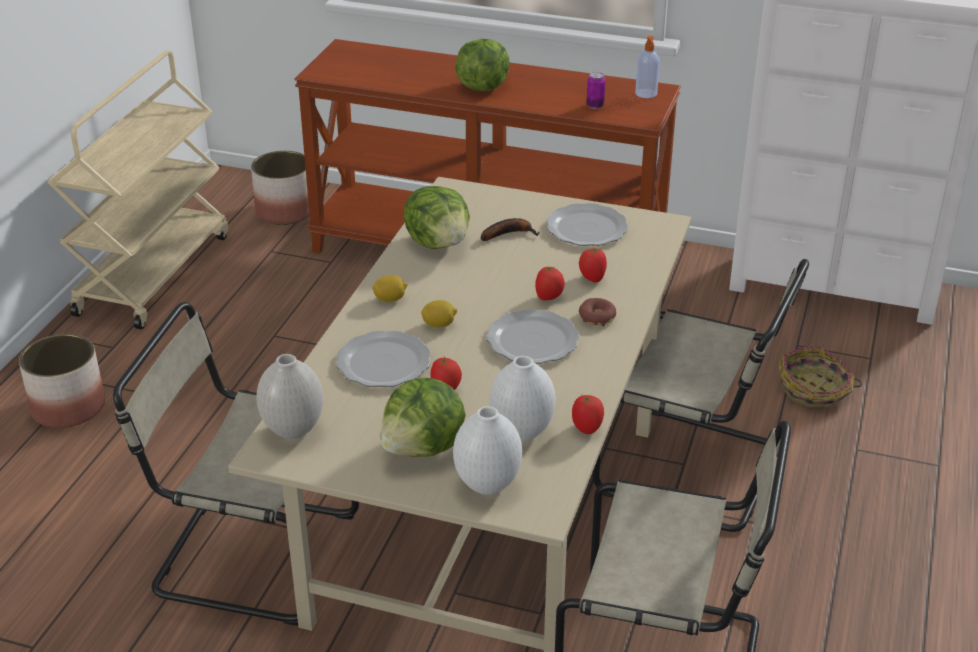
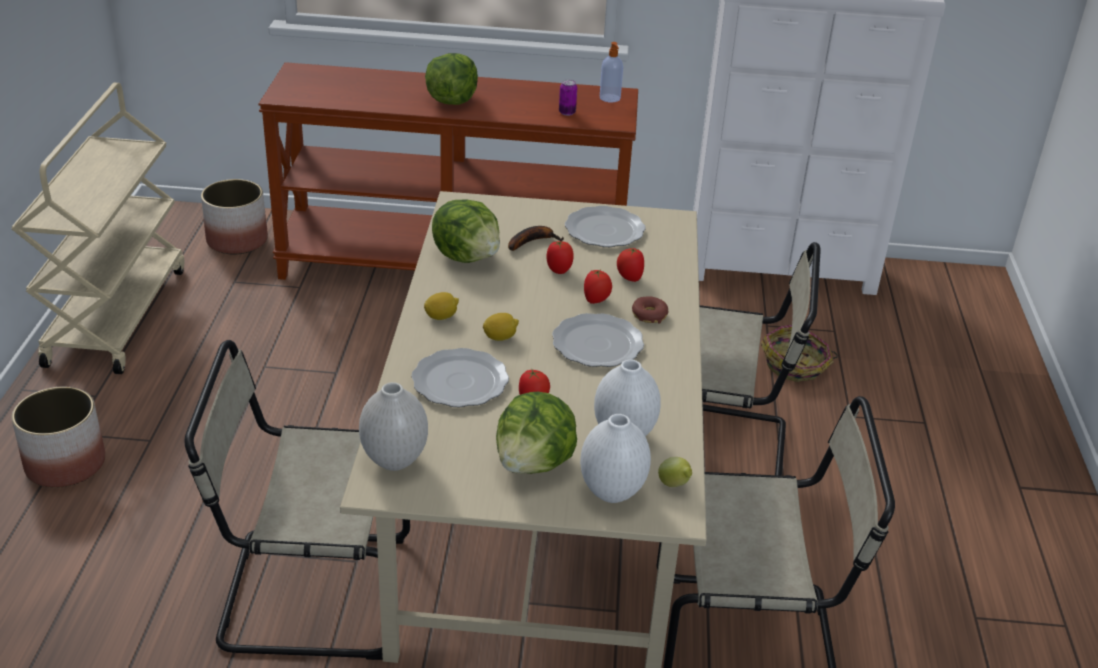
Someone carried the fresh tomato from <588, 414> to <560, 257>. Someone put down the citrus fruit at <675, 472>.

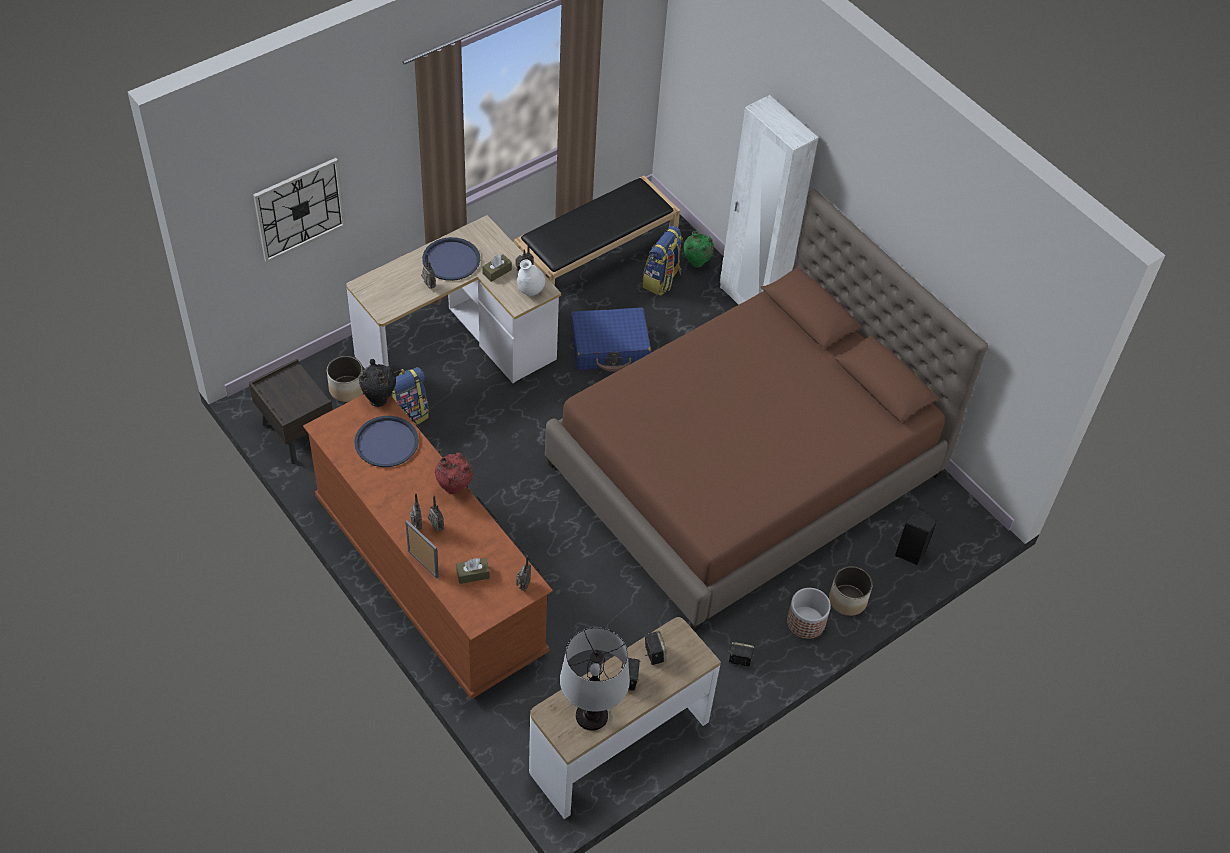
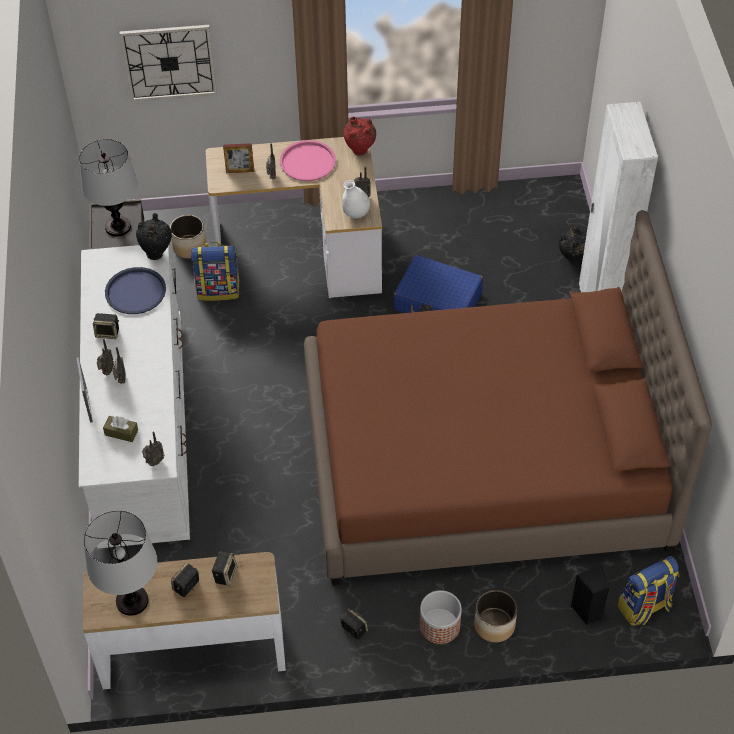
Someone repainted the drawer chest (brown) at <428, 546>, which became the drawer chest (white-coloured) at <134, 397>. Someone repainted the carrying tray (bluish) at <451, 259>, which became the carrying tray (pink) at <308, 160>. Someone carried the vase (red-coloured) from <454, 473> to <359, 136>. Someone took away the tissue box (brown) at <497, 268>. Someone took away the indoor bench (black-coloured) at <597, 231>. Someone carried the rucksack from <662, 261> to <648, 591>. Someone repainted the vase (green) at <698, 249>, which became the vase (black-coloured) at <573, 244>. Someone put down the tabletop lamp at <108, 187>. Someone put down the audio speaker at <106, 326>. Someone put down the photo frame at <238, 158>.

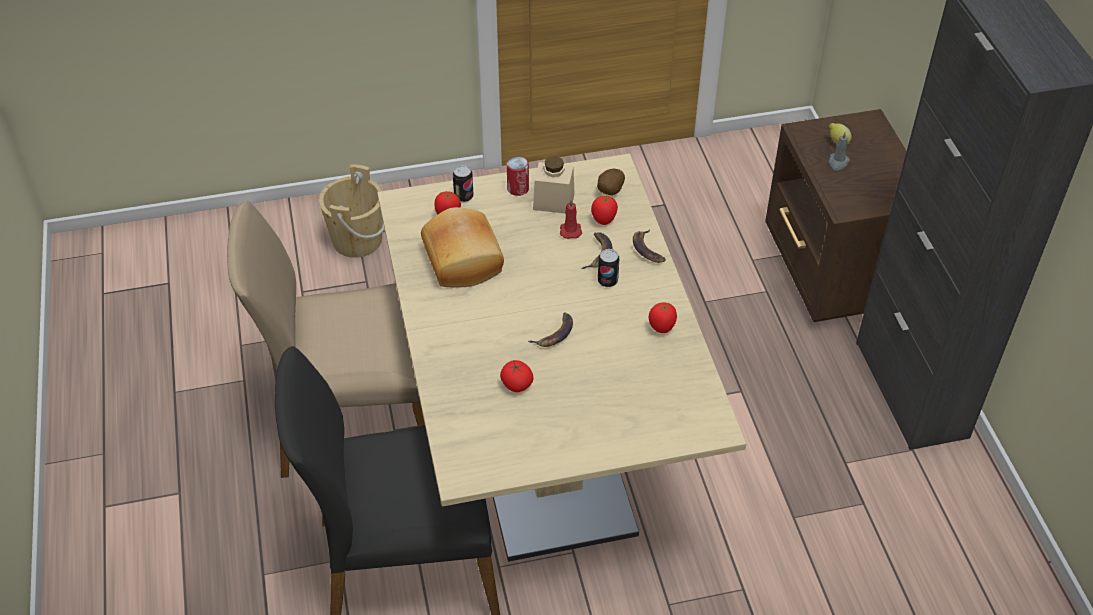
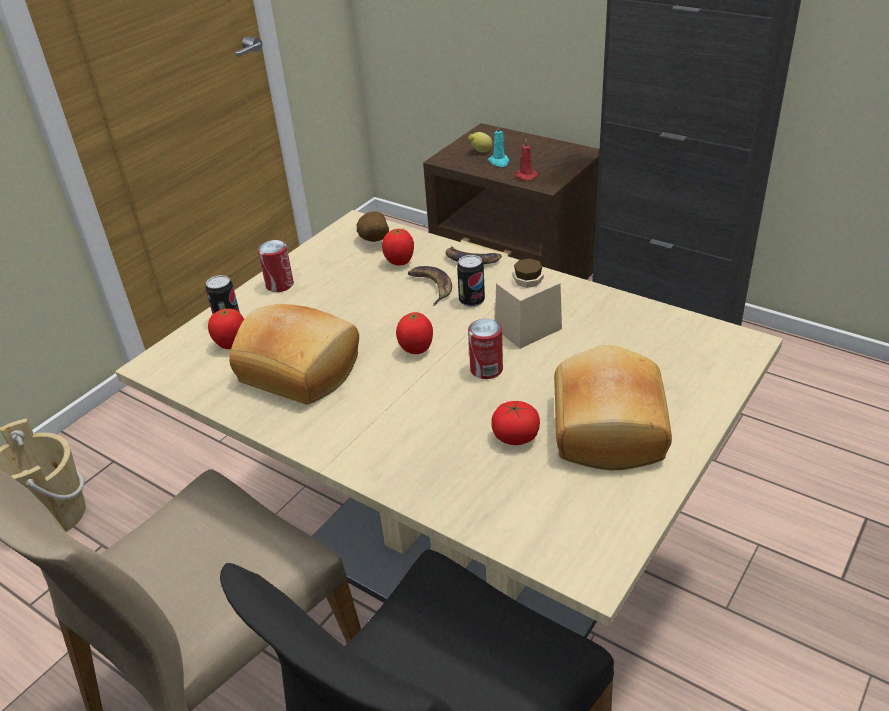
Someone swapped the whole banana at <550, 329> for the metal can at <485, 349>. Someone carried the preserve jar (beige) from <554, 185> to <528, 303>. Someone carried the candle (red-coloured) from <571, 219> to <526, 160>. Someone carried the fresh tomato from <663, 318> to <414, 332>. Someone repainted the candle (grey) at <839, 151>, which became the candle (turquoise-coloured) at <498, 145>. Someone put down the bakery bread at <613, 407>.

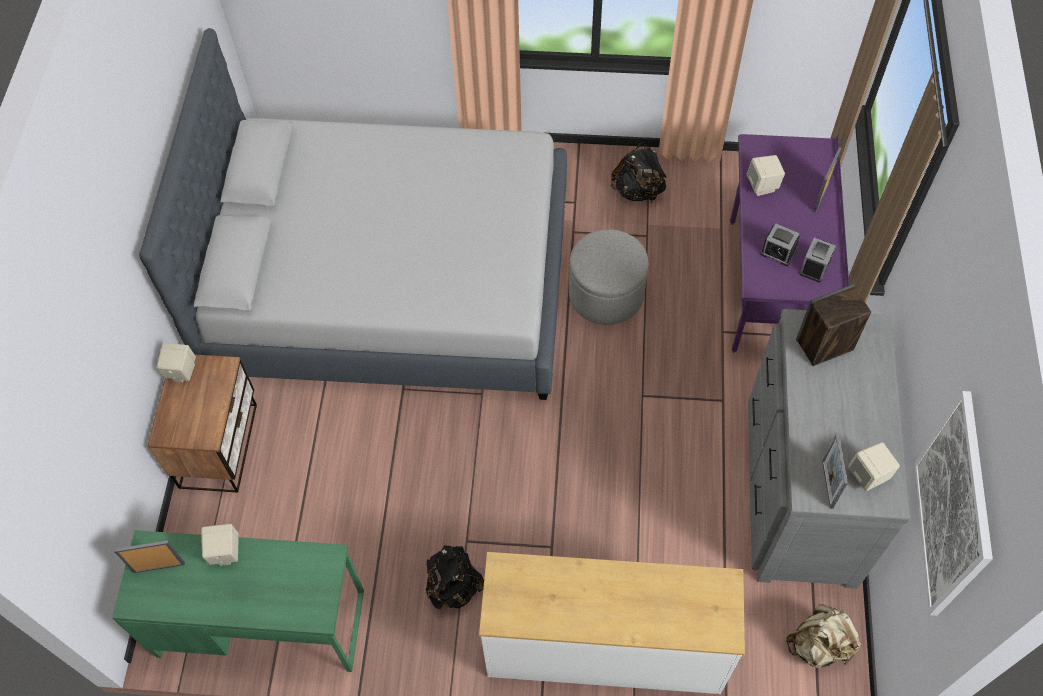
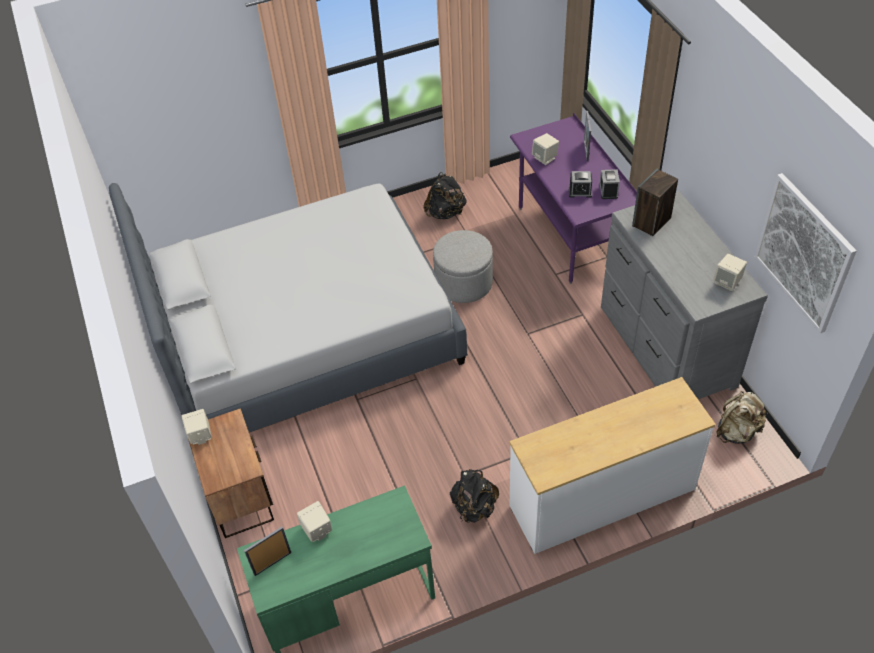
Someone took away the photo frame at <835, 471>.

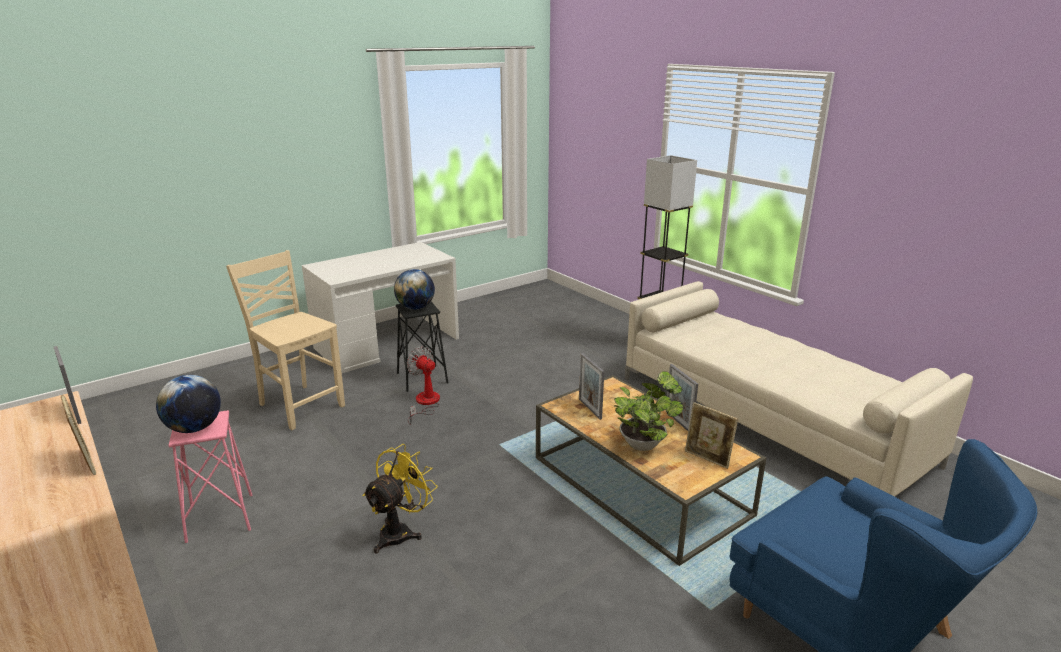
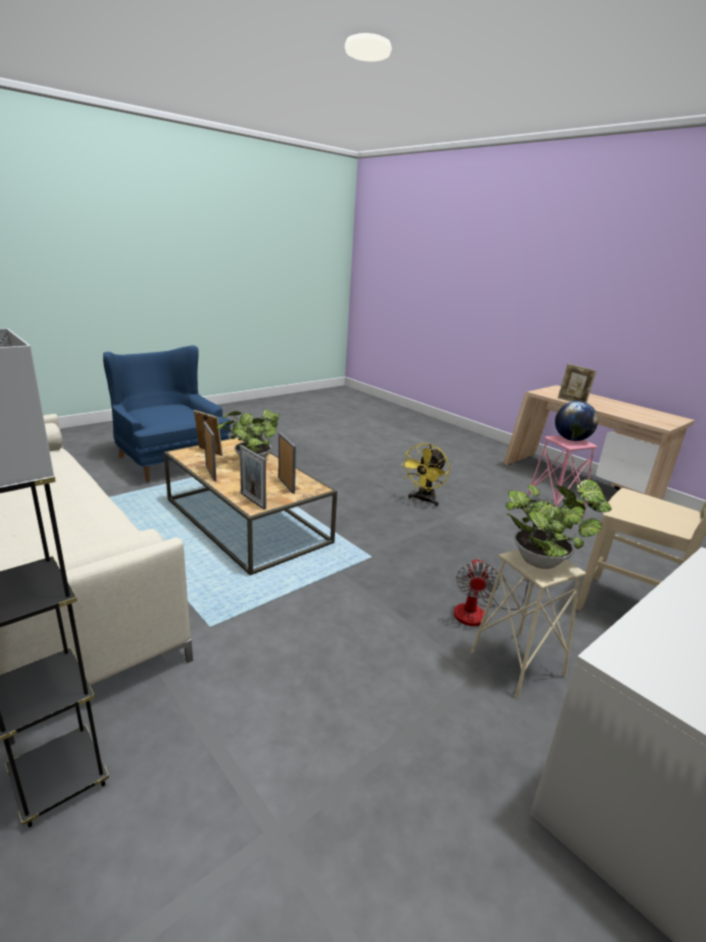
Someone carried the photo frame from <67, 385> to <253, 477>. Someone swapped the globe at <414, 289> for the houseplant at <558, 524>. Someone repainted the stool seat (black-coloured) at <422, 347>, which became the stool seat (beige) at <528, 623>. Someone rotated the cooling fan at <423, 386> by 60 degrees clockwise.

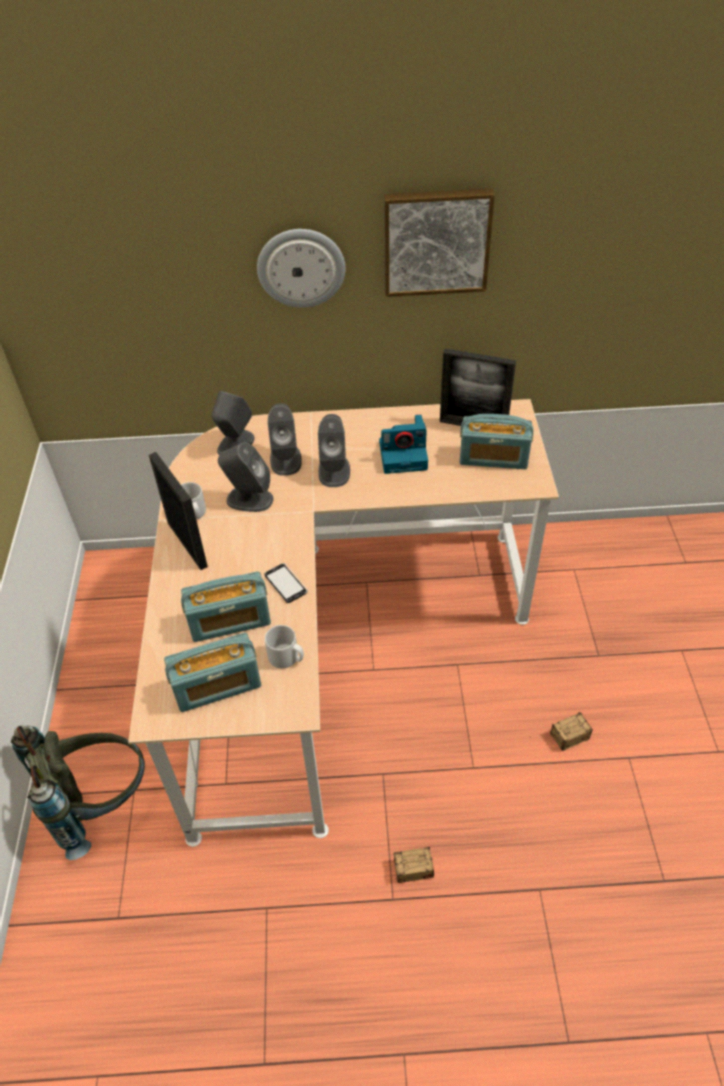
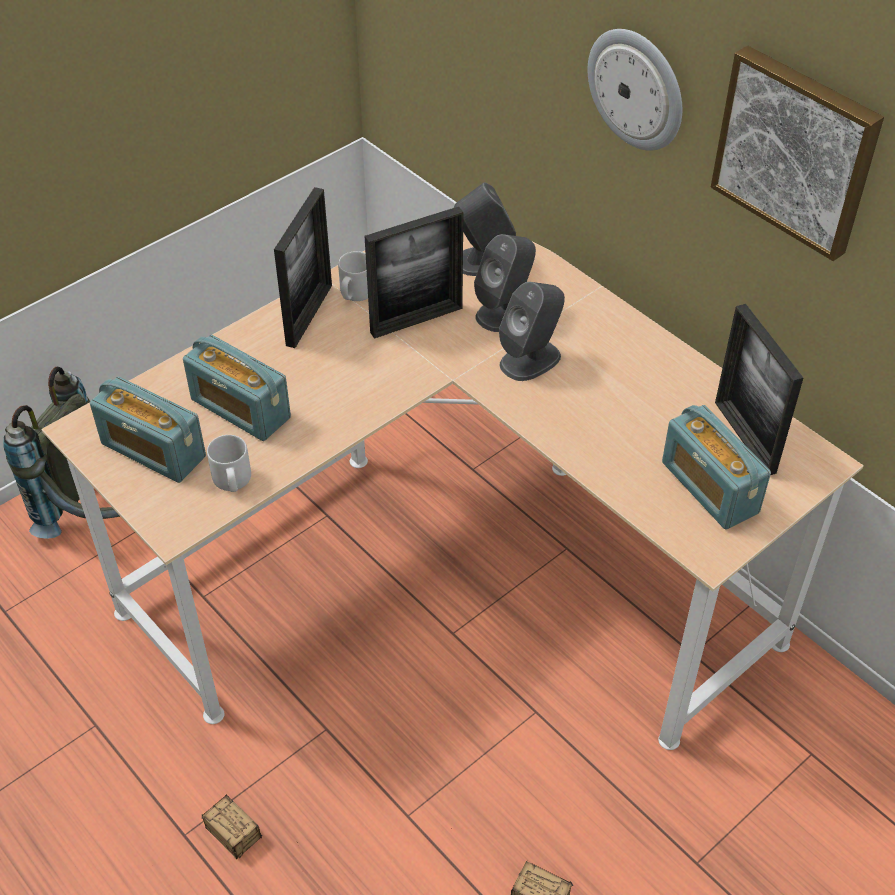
Someone swapped the audio speaker (grey) at <245, 477> for the photo frame at <413, 272>. Someone took away the handset at <286, 583>. Someone took away the photo camera at <403, 444>.

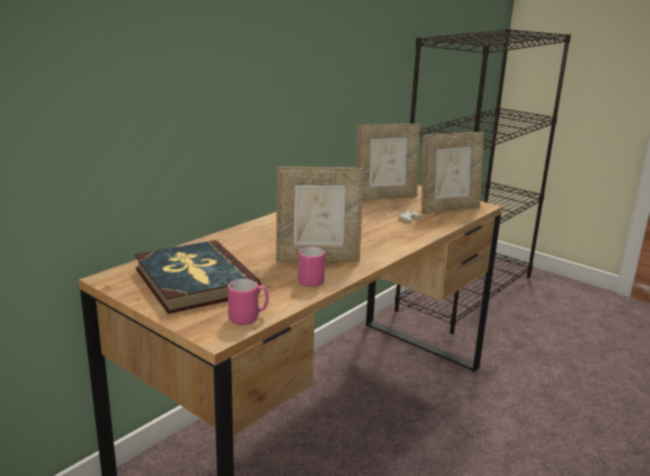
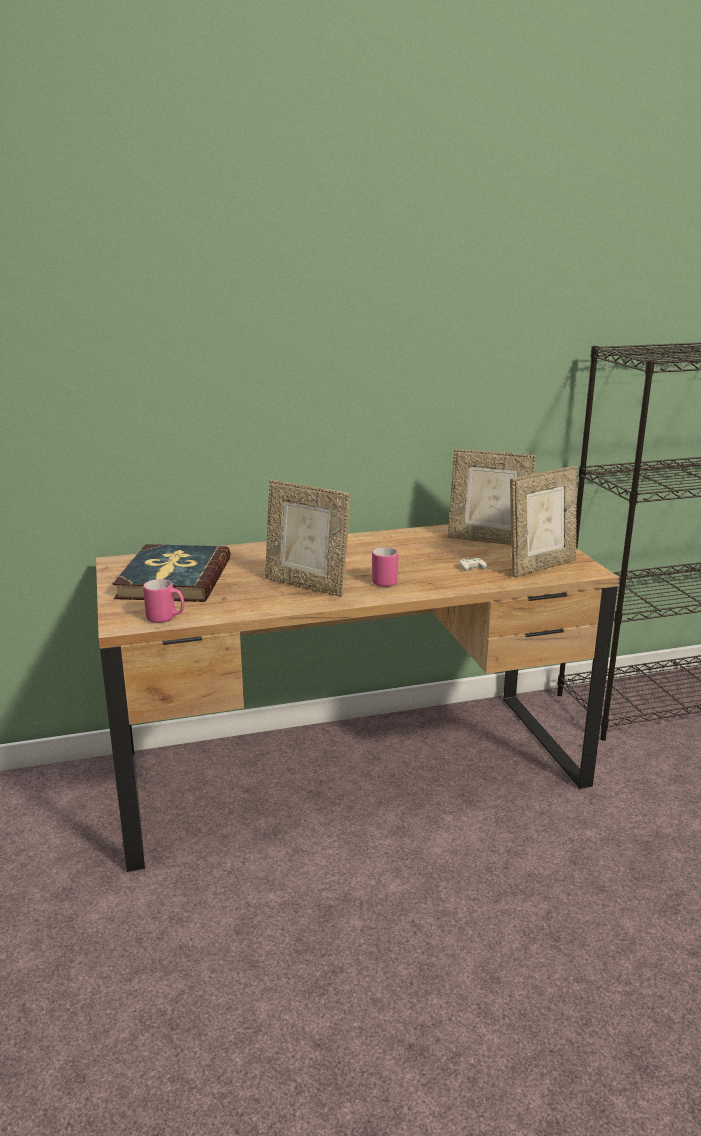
Someone carried the mug (pink) from <311, 267> to <385, 567>. Someone rotated the photo frame at <452, 173> by 45 degrees counterclockwise.

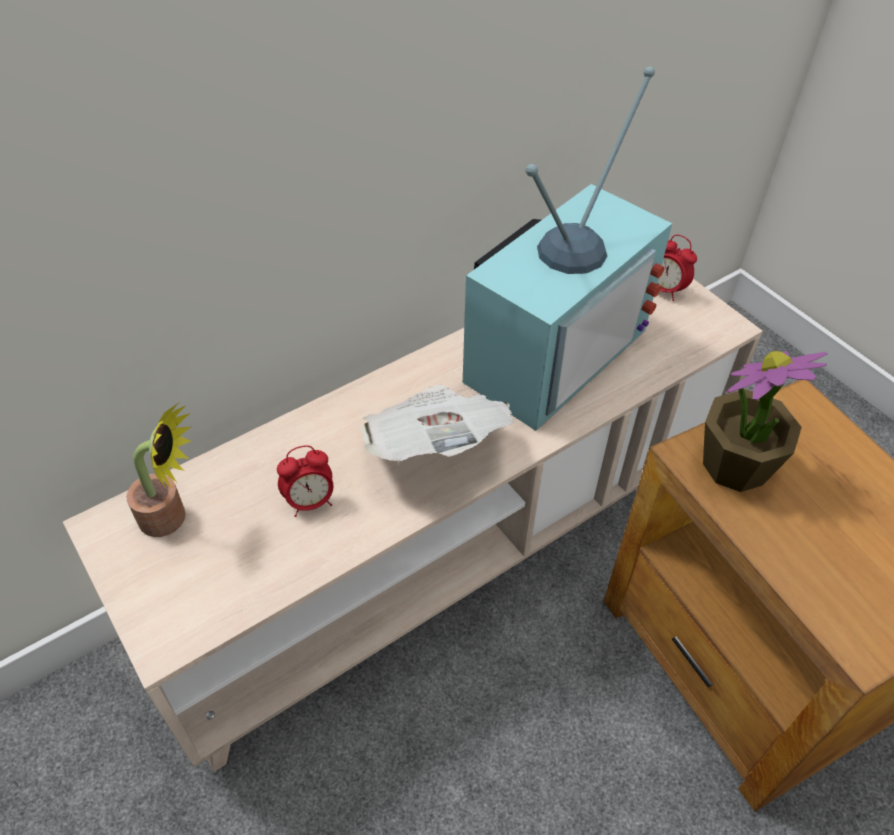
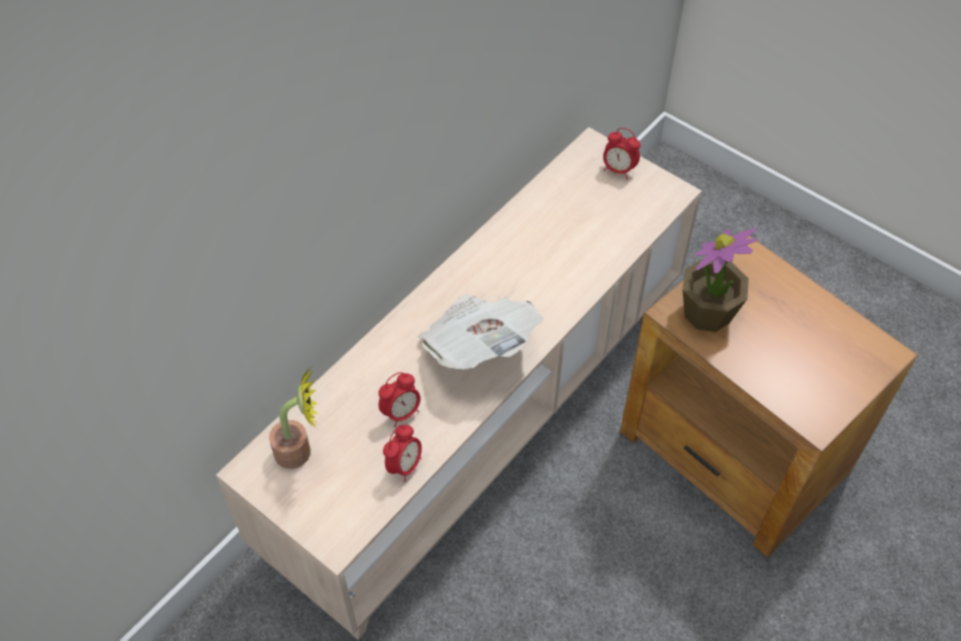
Someone took away the TV at <567, 248>. Someone put down the bedside clock at <402, 453>.

